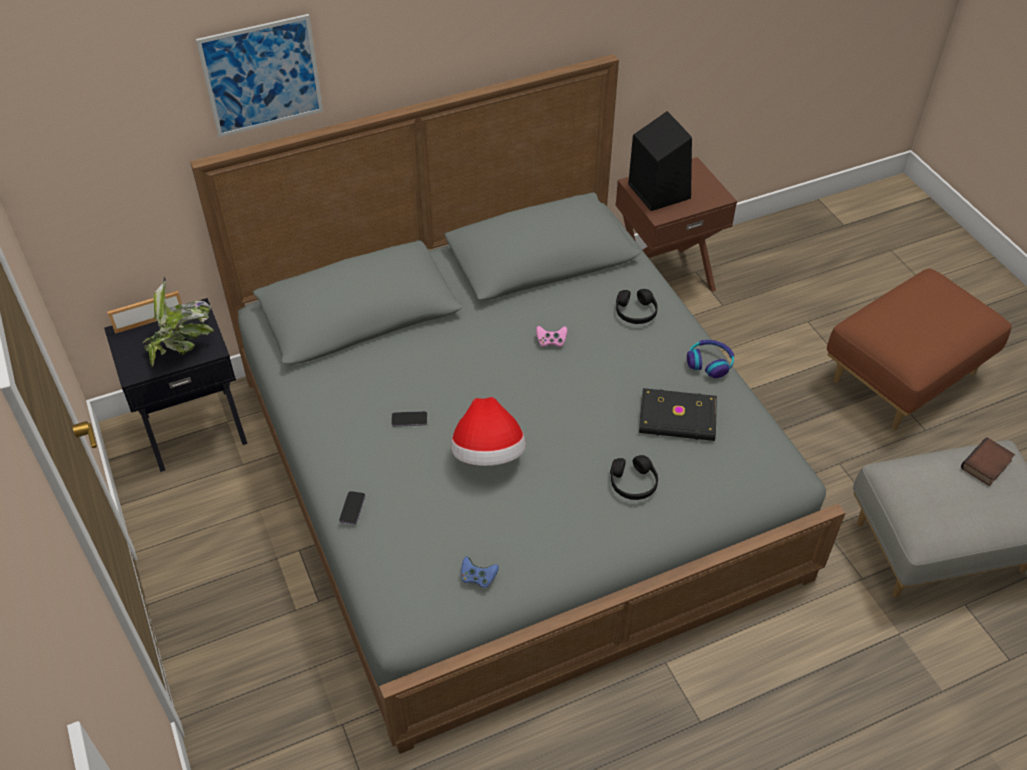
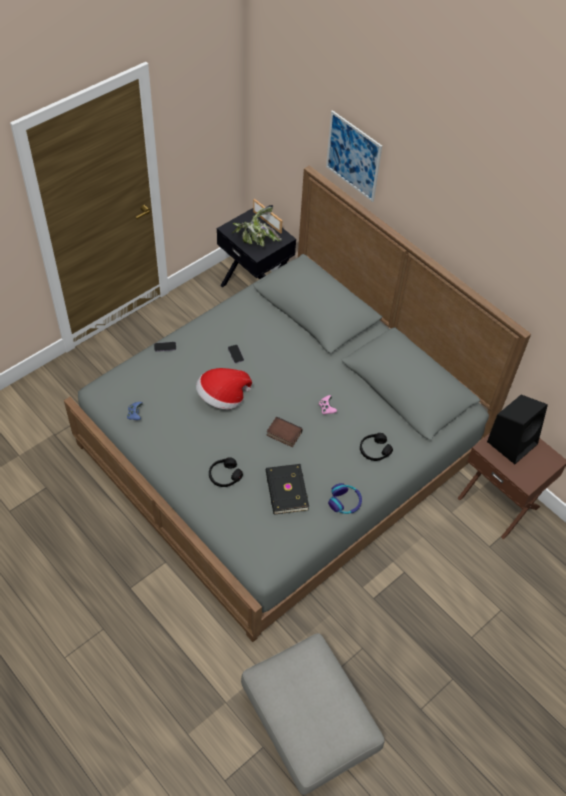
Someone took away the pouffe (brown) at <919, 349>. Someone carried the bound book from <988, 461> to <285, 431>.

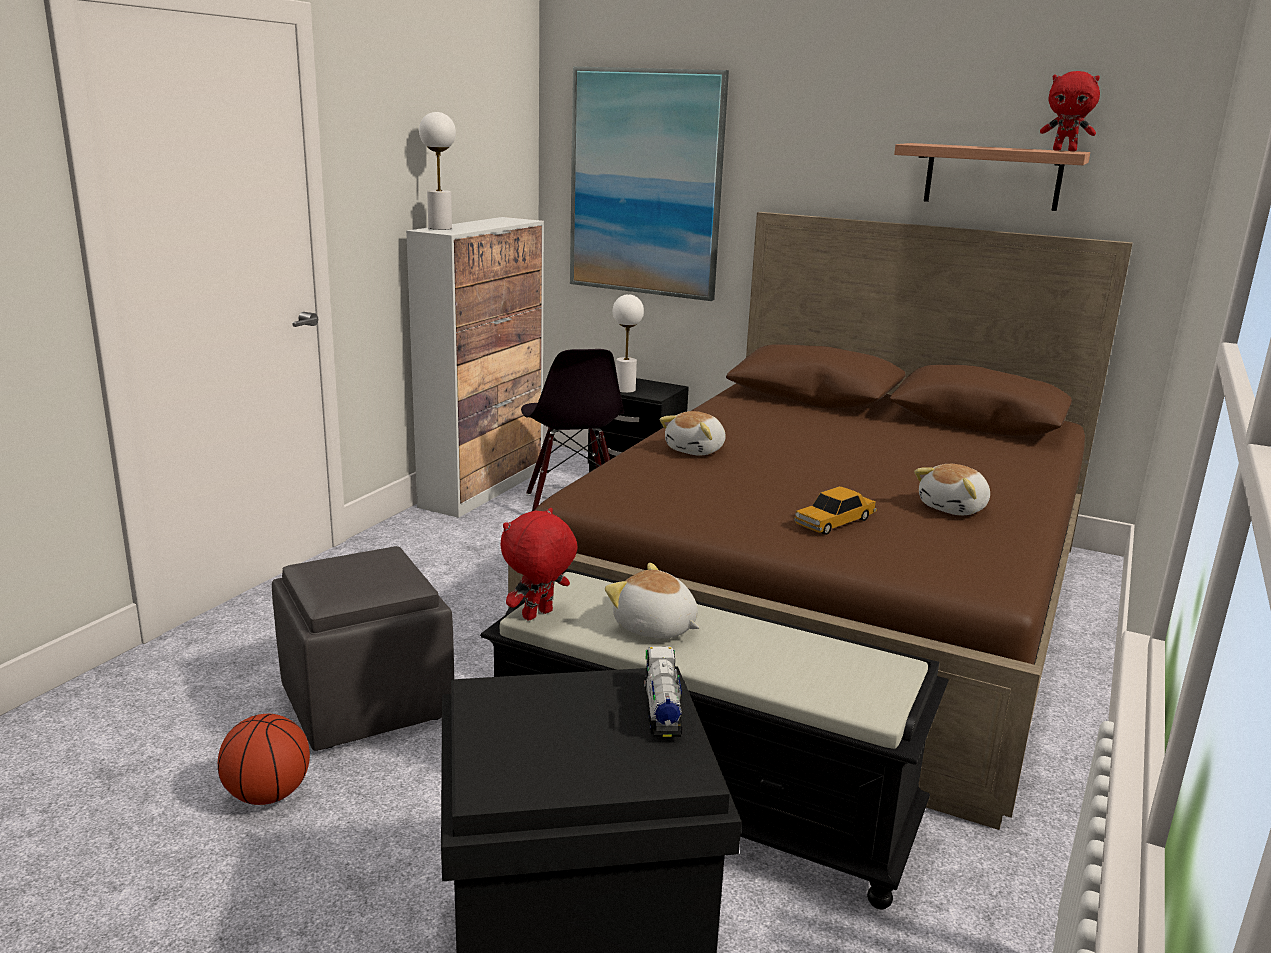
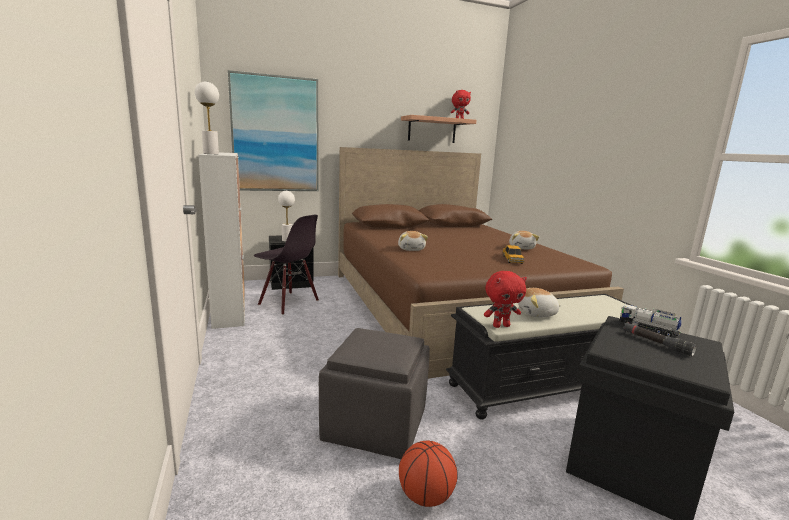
Someone rotated the cuddly toy (red-coloured) at <539, 564> by 105 degrees counterclockwise. Someone put down the torch (black-coloured) at <660, 339>.

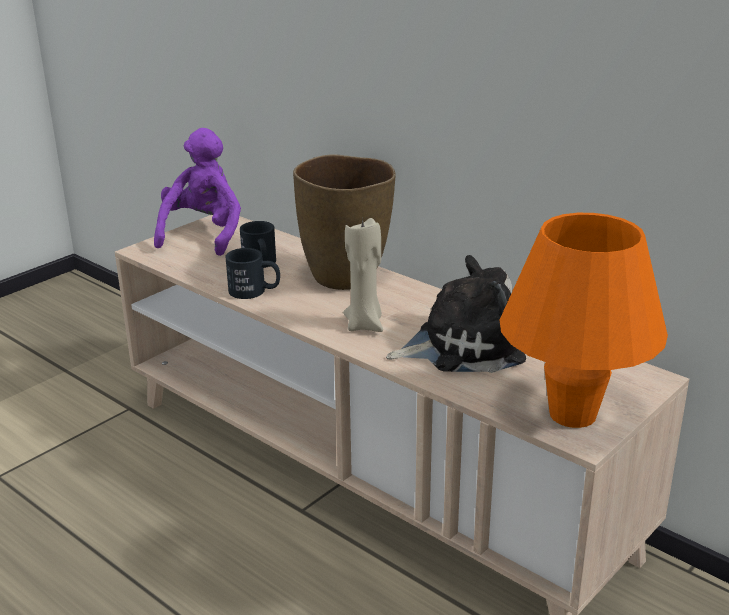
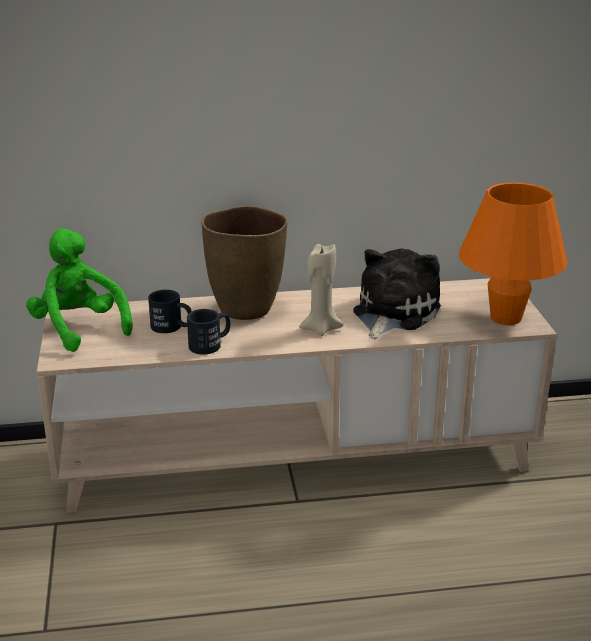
Someone repainted the cuddly toy (purplish) at <197, 192>, which became the cuddly toy (green) at <79, 290>.

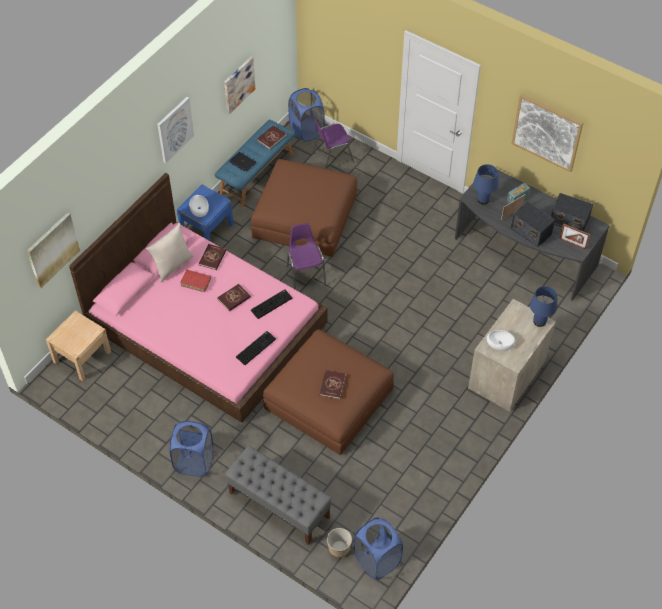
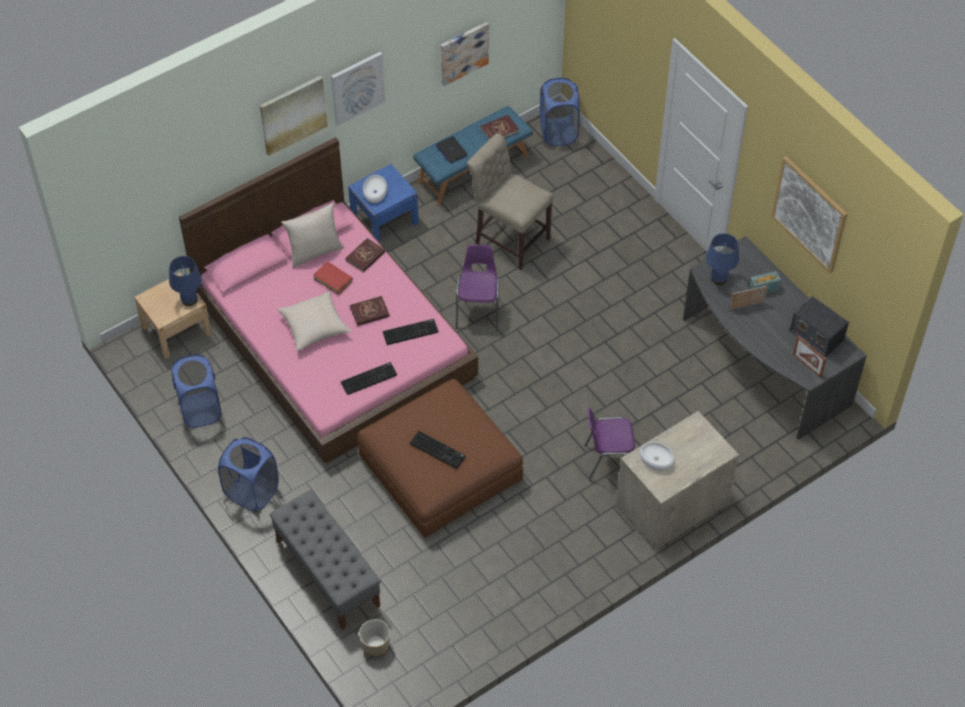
Someone carried the wall picture from <53, 250> to <294, 116>. Someone swapped the pouffe (brown) at <304, 208> for the plain chair (beige) at <510, 201>. Someone carried the plain chair (purplish) from <334, 143> to <610, 444>. Someone swapped the bound book (red-coloured) at <332, 384> for the PC keyboard at <438, 450>. Someone carried the laundry basket (bluish) from <378, 548> to <196, 391>. Someone took away the radio at <533, 224>. Someone carried the tabletop lamp (bluish) from <543, 306> to <185, 281>. Someone put down the throw pillow (beige) at <314, 321>.

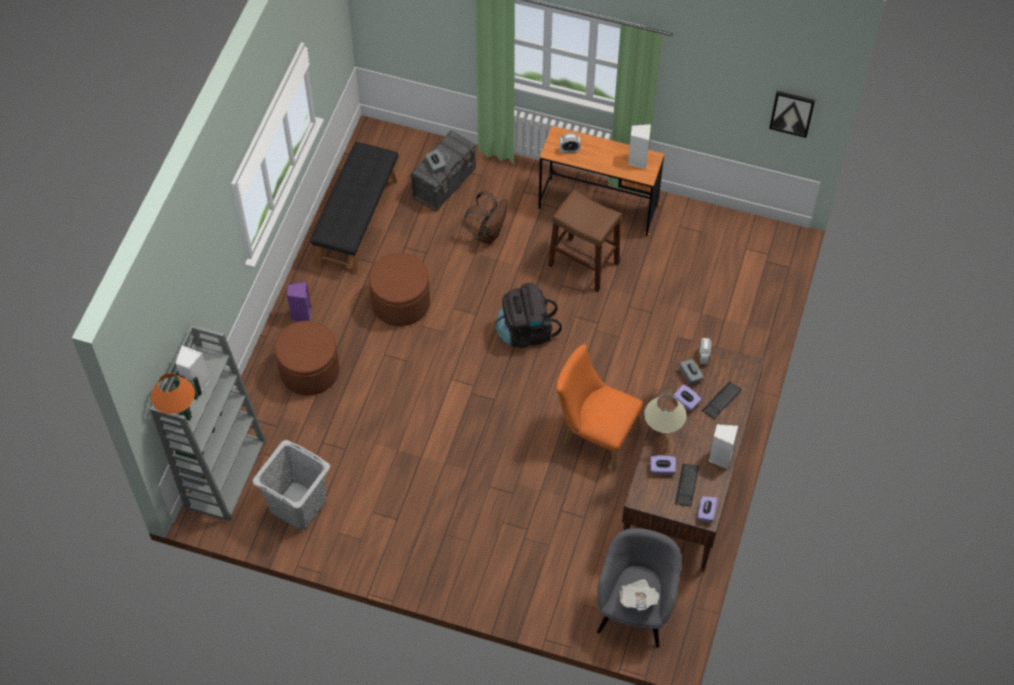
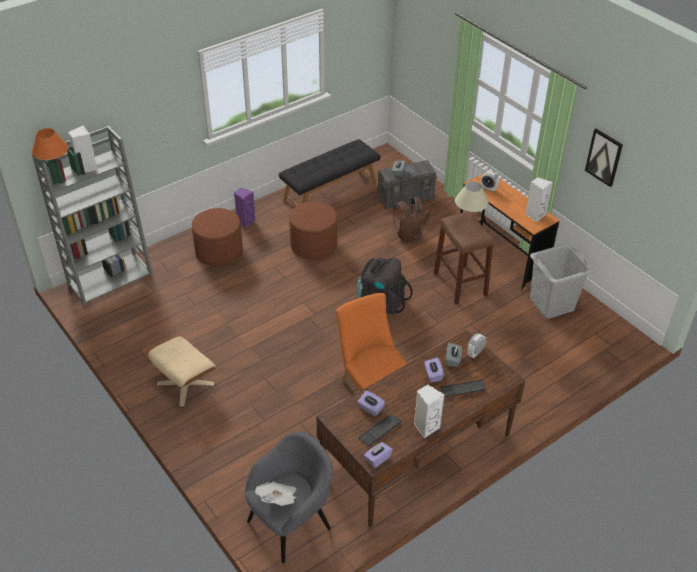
Someone carried the laundry basket (grey) from <291, 485> to <561, 281>. Someone carried the tabletop lamp (beige) from <665, 414> to <472, 204>. Someone carried the wall picture from <792, 114> to <604, 158>. Someone put down the pouffe (beige) at <182, 371>.

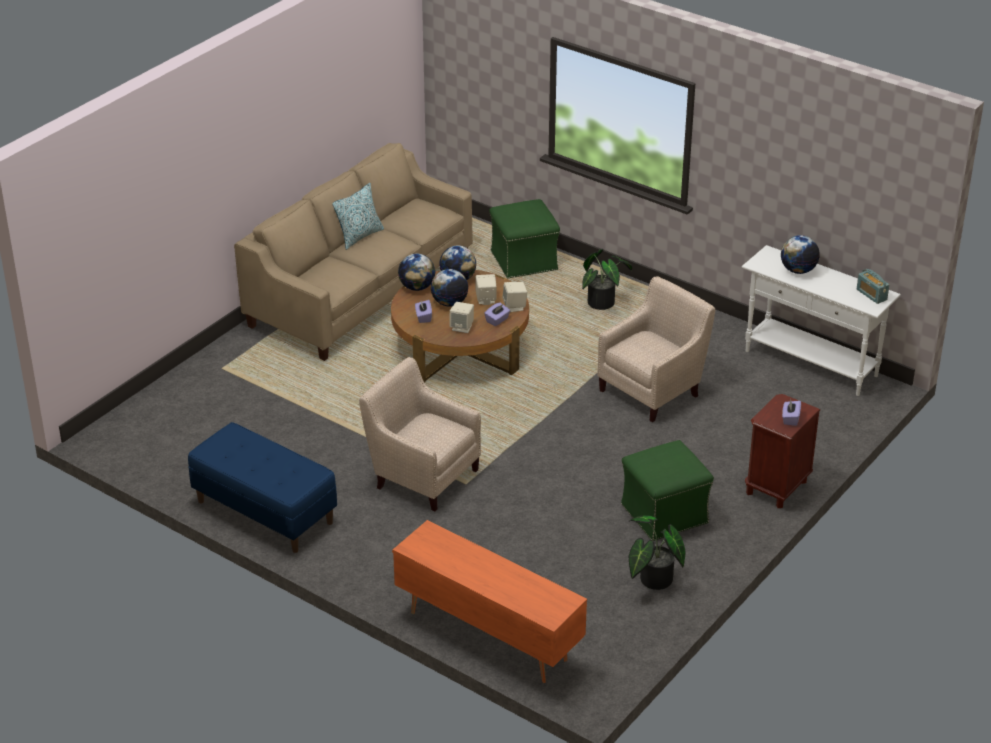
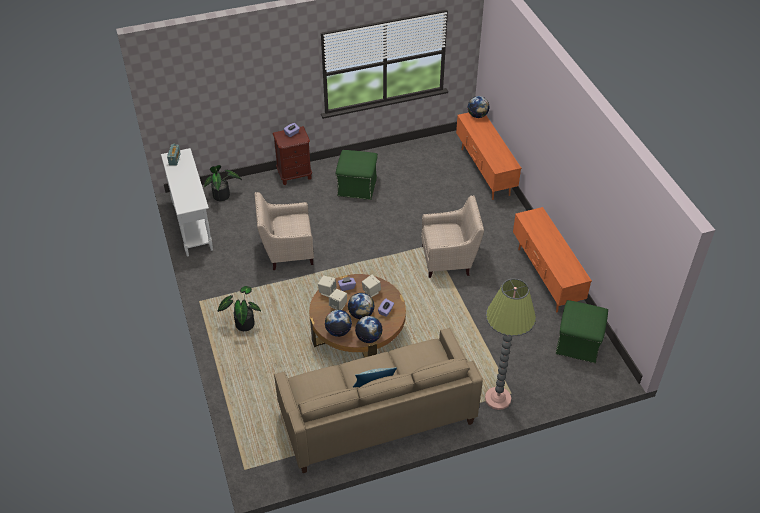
Someone swapped the indoor bench (bluish) at <262, 487> for the media console (orange-coloured) at <552, 259>. Someone rotated the lounge chair (beige) at <420, 434> by 75 degrees counterclockwise. Someone carried the pouffe (green) from <524, 239> to <582, 331>. Someone carried the houseplant from <657, 552> to <223, 183>. Someone carried the globe from <800, 254> to <478, 107>. Someone put down the standing lamp at <510, 344>.

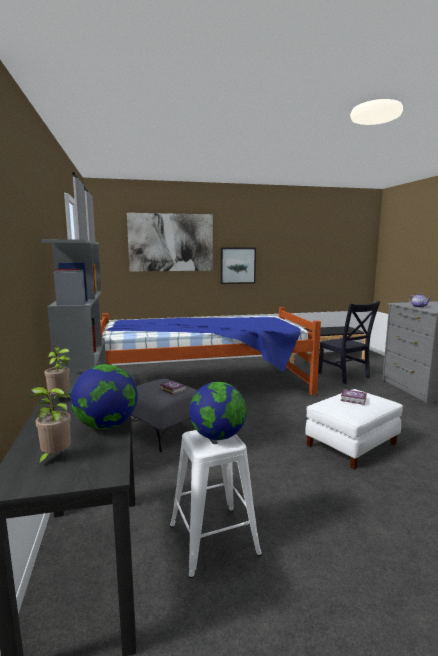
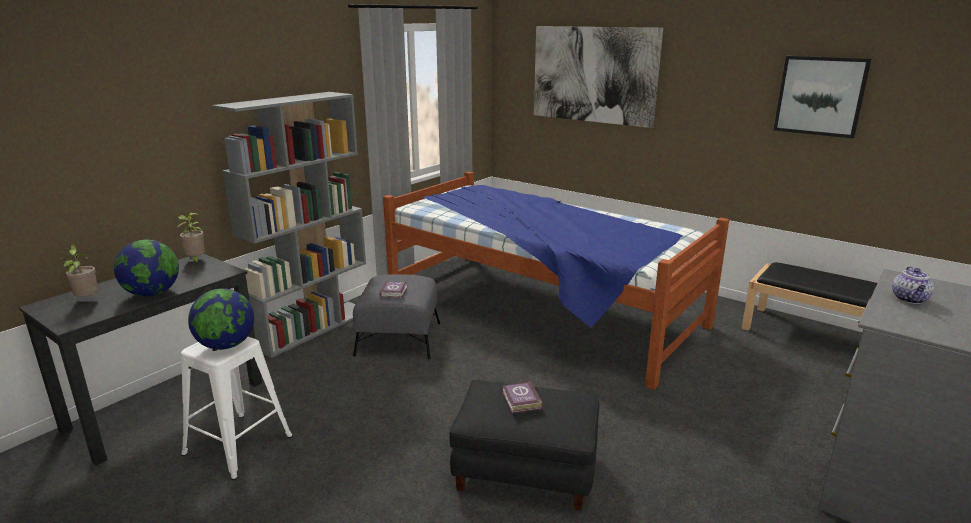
Someone carried the wall picture from <238, 266> to <822, 97>. Someone repainted the pouffe (white-coloured) at <354, 429>, which became the pouffe (black-coloured) at <524, 445>. Someone took away the plain chair (black-coloured) at <349, 342>.

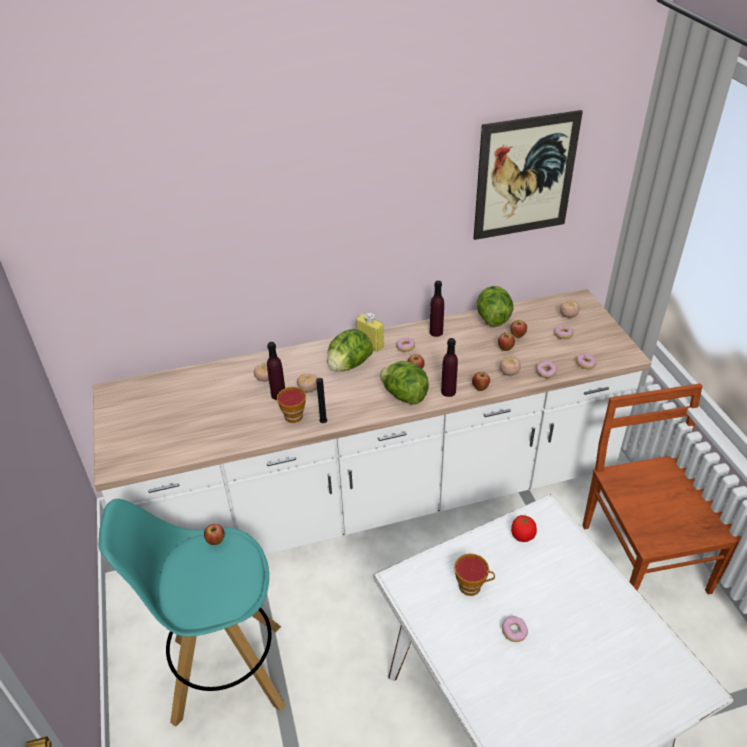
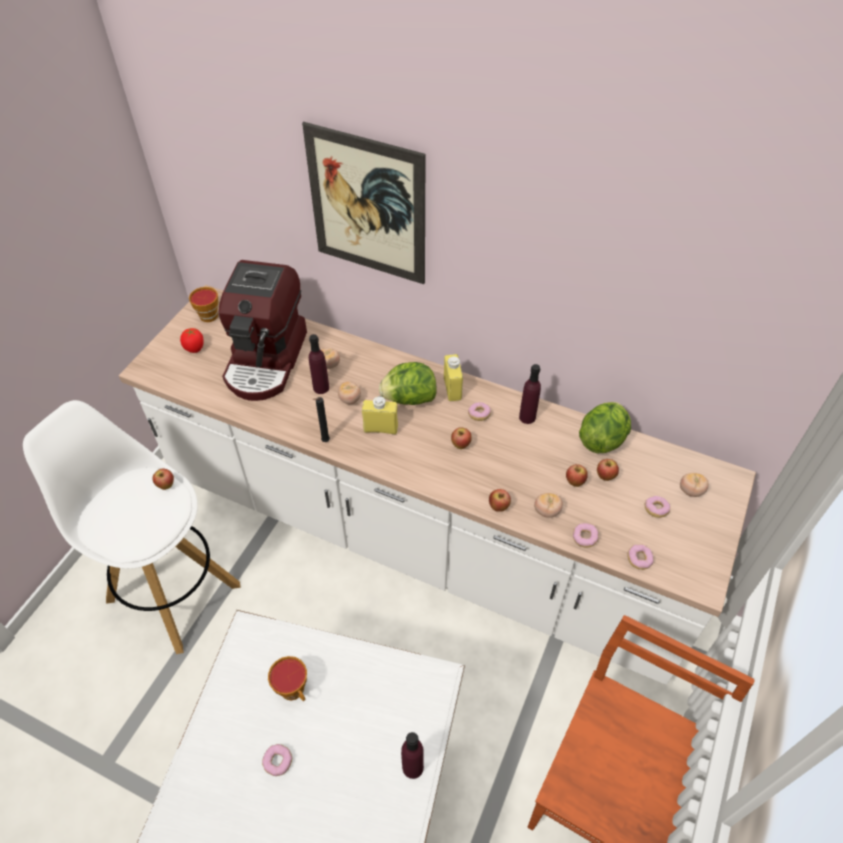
Someone repainted the stool seat (turquoise-coloured) at <192, 613>, which became the stool seat (white-coloured) at <132, 527>. Someone carried the small cup from <291, 405> to <203, 304>. Someone took away the lettuce at <404, 383>. Someone carried the drink bottle (purplish) from <449, 367> to <412, 755>. Someone carried the wall picture from <528, 175> to <364, 203>. Someone carried the fresh tomato from <524, 528> to <192, 340>. Someone put down the coffee machine at <263, 330>. Someone put down the drink bottle (yellowish) at <380, 415>.

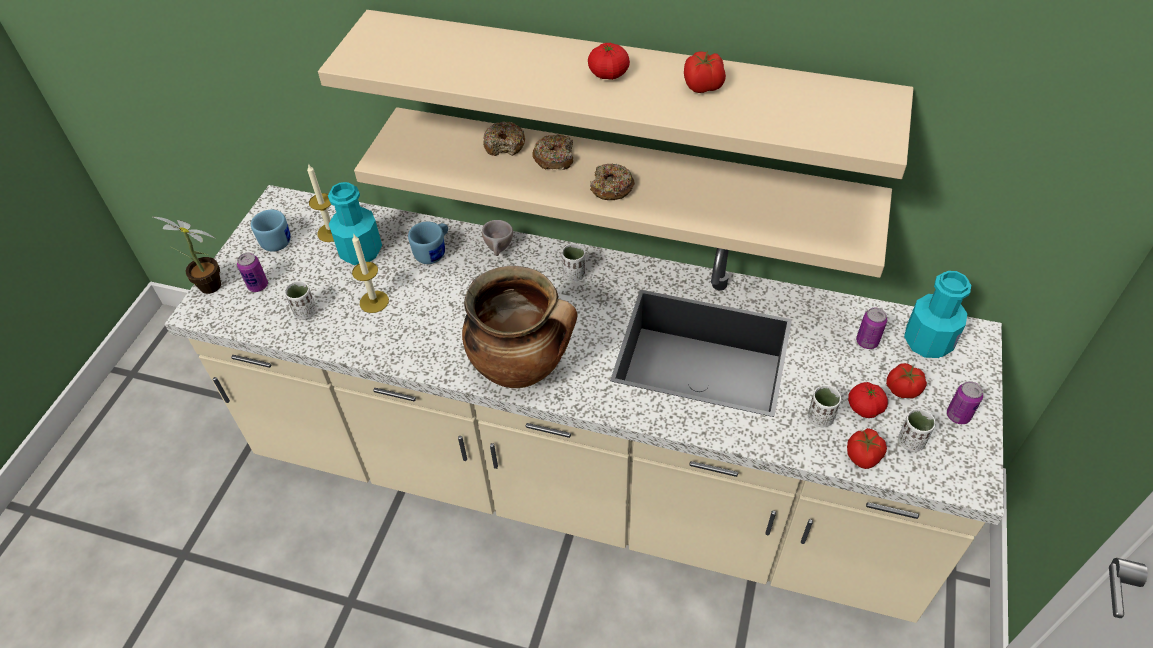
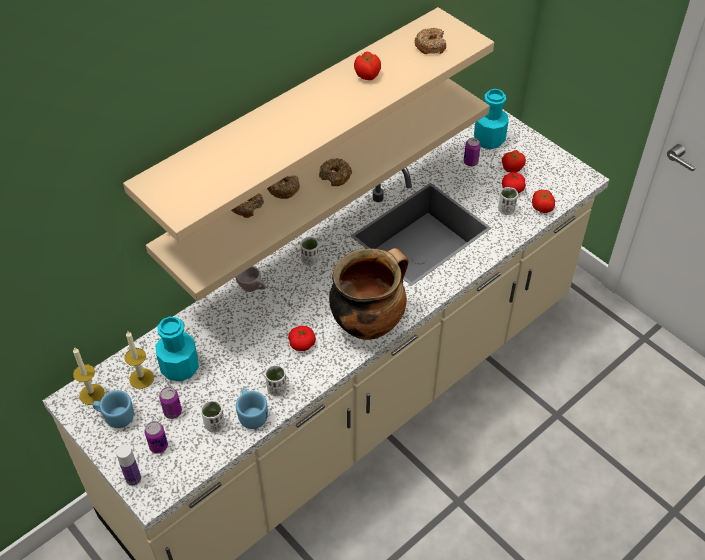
Someone swapped the houseplant at <186, 255> for the drink bottle at <128, 465>. Someone carried the candle from <370, 274> to <89, 376>. Someone carried the mug (bluish) from <428, 243> to <252, 408>. Someone carried the fresh tomato from <609, 61> to <302, 338>. Someone carried the small cup (white-coloured) from <917, 430> to <276, 380>. Someone carried the metal can from <965, 402> to <170, 403>. Someone put down the doughnut at <430, 41>.

